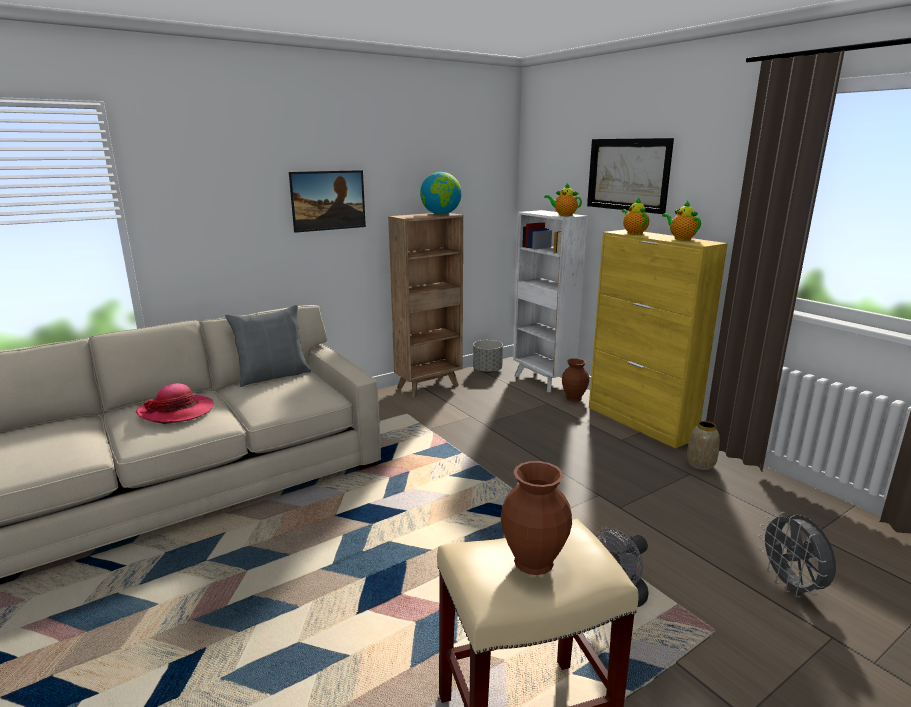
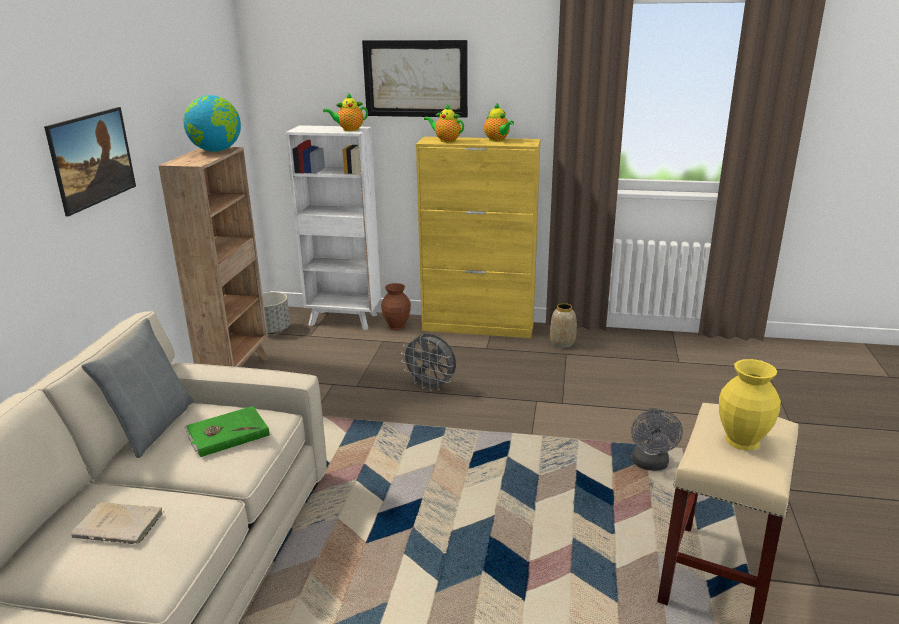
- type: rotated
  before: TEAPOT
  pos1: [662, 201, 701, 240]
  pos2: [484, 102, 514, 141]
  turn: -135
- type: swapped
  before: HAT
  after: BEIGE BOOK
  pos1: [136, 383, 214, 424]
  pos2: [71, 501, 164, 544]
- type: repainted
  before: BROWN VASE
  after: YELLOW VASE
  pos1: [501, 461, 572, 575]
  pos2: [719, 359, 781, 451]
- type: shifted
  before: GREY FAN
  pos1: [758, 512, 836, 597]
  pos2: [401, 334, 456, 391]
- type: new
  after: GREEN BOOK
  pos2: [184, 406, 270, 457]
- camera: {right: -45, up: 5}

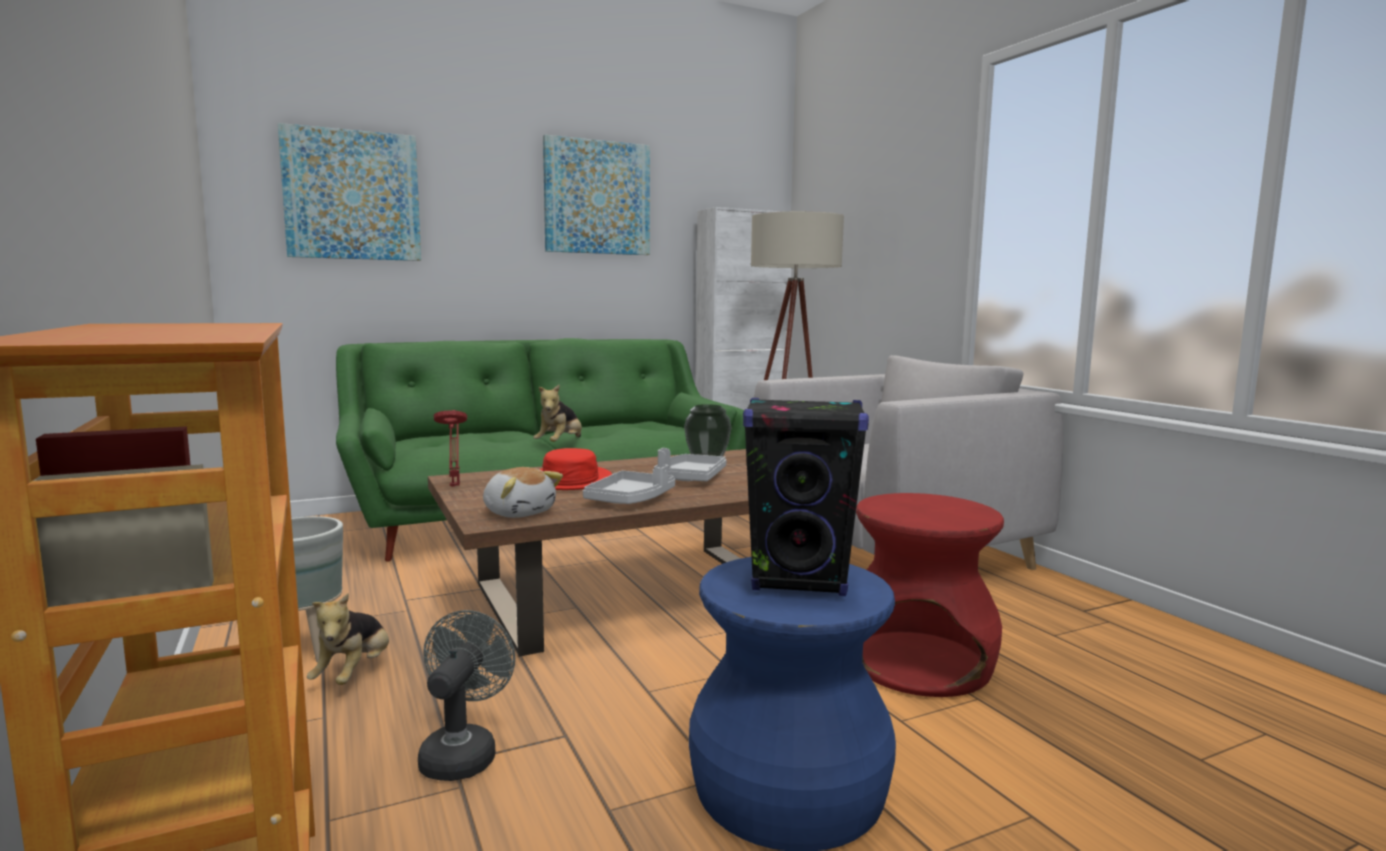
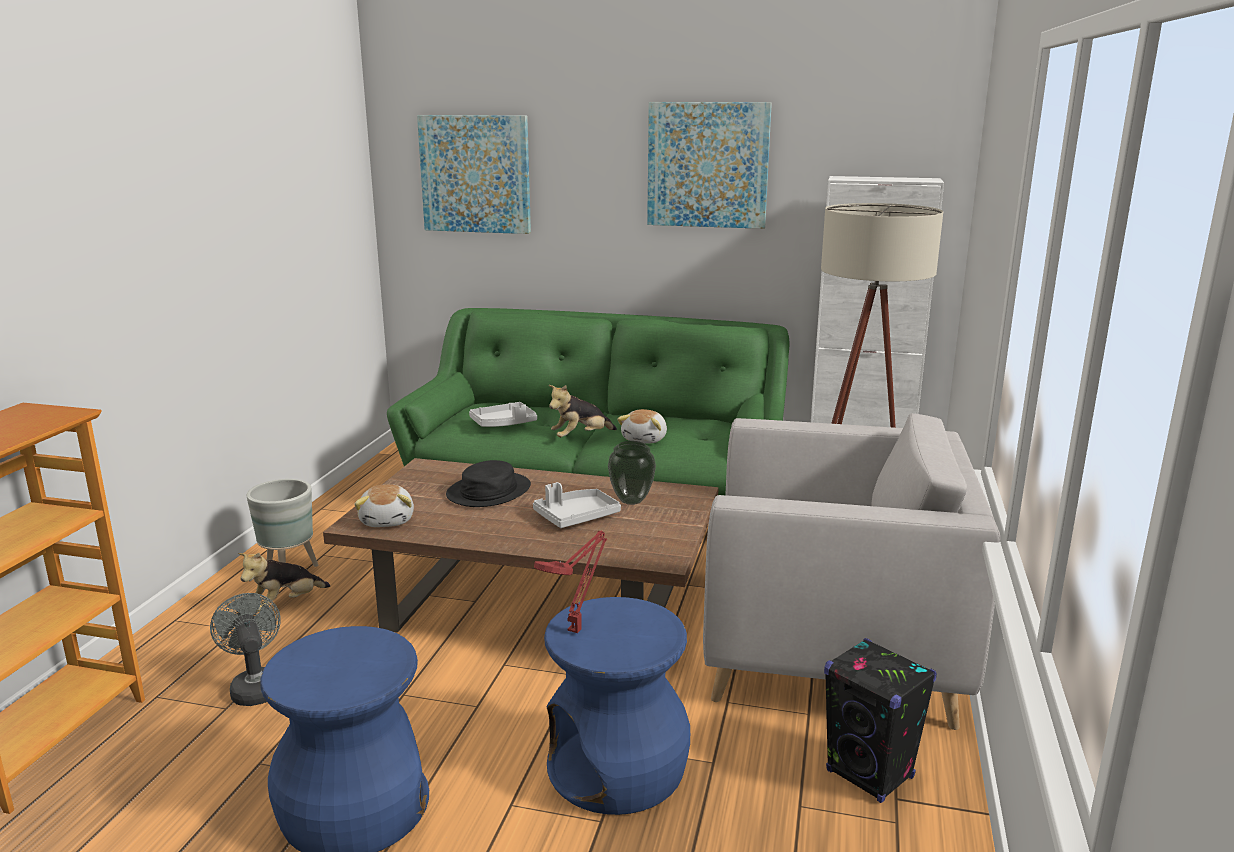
- type: shifted
  before: BLACK SPEAKER
  pos1: [743, 398, 869, 596]
  pos2: [824, 638, 937, 803]
- type: shifted
  before: RED TABLE LAMP
  pos1: [434, 410, 467, 487]
  pos2: [534, 531, 607, 633]
- type: repainted
  before: RED HAT
  after: BLACK HAT
  pos1: [539, 448, 612, 490]
  pos2: [446, 460, 531, 507]
- type: shifted
  before: GREY TRAY
  pos1: [583, 465, 675, 504]
  pos2: [469, 402, 537, 427]
- type: repainted
  before: RED STOOL
  after: BLUE STOOL
  pos1: [856, 493, 1004, 697]
  pos2: [544, 597, 690, 815]
- type: rotated
  before: GREY FAN
  pos1: [418, 610, 515, 781]
  pos2: [210, 593, 281, 706]
  turn: -75
- type: new
  after: PLUSH TOY
  pos2: [617, 409, 667, 444]
- camera: {right: 40, up: 10}

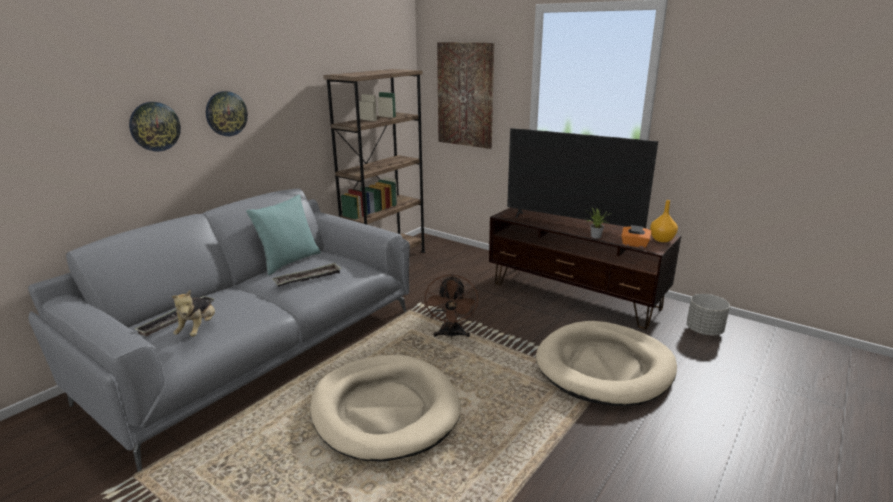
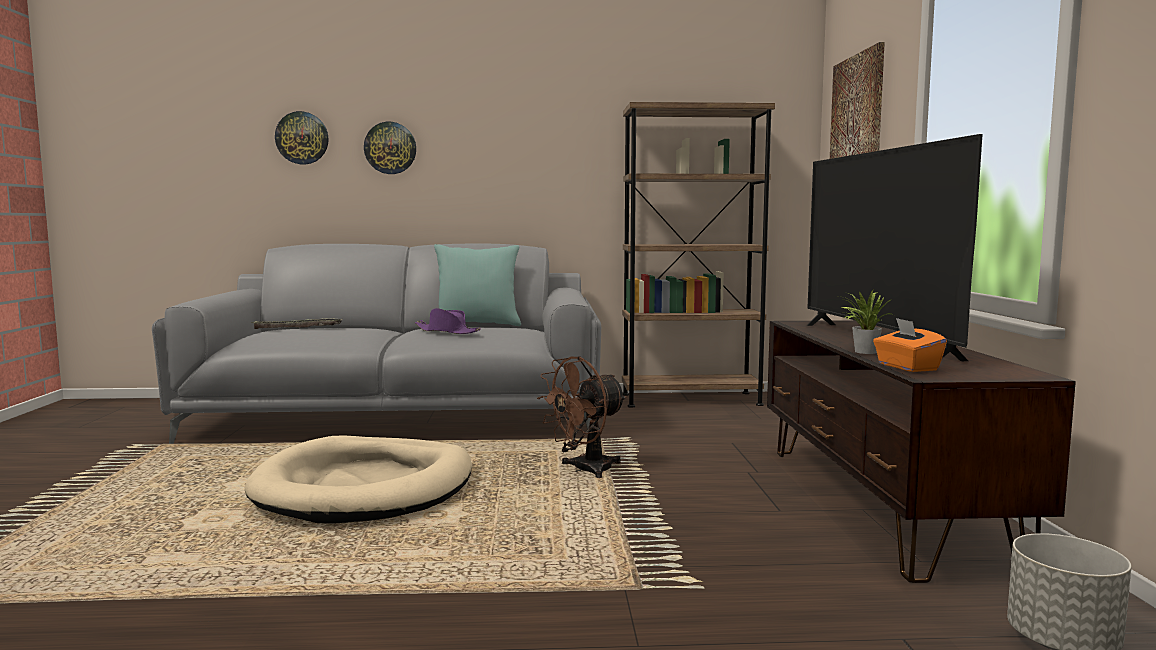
- type: shifted
  before: WALL CLOCK
  pos1: [206, 91, 248, 136]
  pos2: [275, 111, 329, 164]
- type: gone
  before: ORANGE VASE
  pos1: [650, 200, 678, 242]
- type: swapped
  before: TRAY
  after: PURPLE HAT
  pos1: [272, 263, 341, 287]
  pos2: [415, 308, 481, 334]
- type: gone
  before: PLUSH TOY
  pos1: [171, 290, 215, 336]
- type: gone
  before: BEIGE DOG BED
  pos1: [536, 321, 677, 406]
- camera: {right: 50, up: -15}

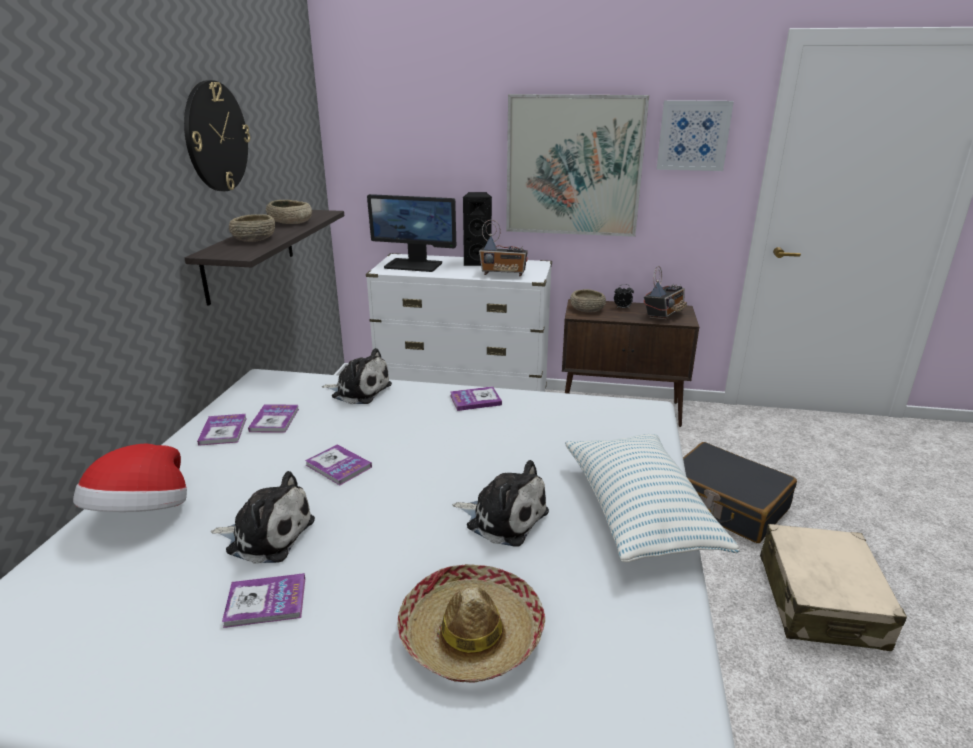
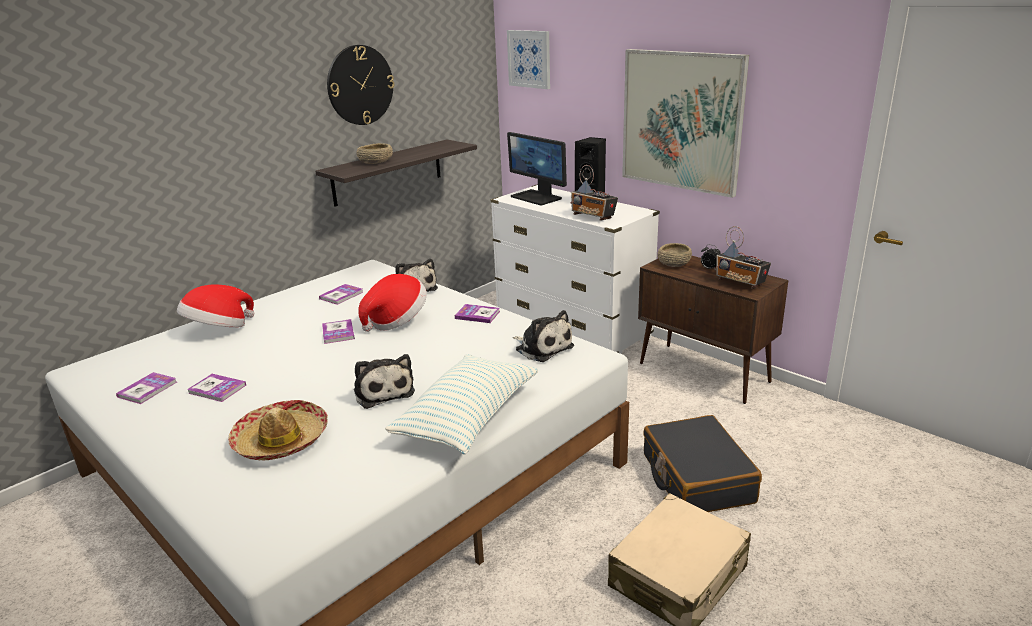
- type: shifted
  before: PICTURE
  pos1: [657, 100, 734, 171]
  pos2: [507, 30, 550, 89]
- type: gone
  before: BEIGE BOWL
  pos1: [266, 200, 312, 224]
- type: rotated
  before: RADIO
  pos1: [644, 266, 687, 320]
  pos2: [716, 226, 771, 289]
  turn: 60
- type: shifted
  before: BOOK
  pos1: [197, 414, 247, 446]
  pos2: [116, 372, 177, 404]
- type: shifted
  before: PLUSH TOY
  pos1: [211, 471, 315, 564]
  pos2: [513, 310, 574, 362]
- type: new
  after: HAT
  pos2: [358, 274, 427, 332]
- camera: {right: 35, up: 0}

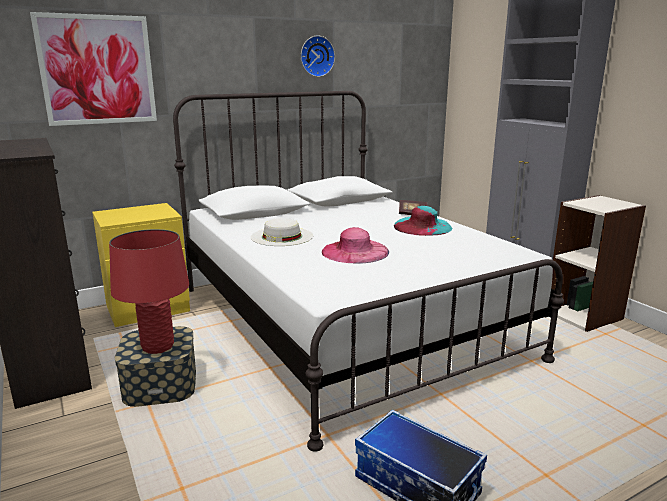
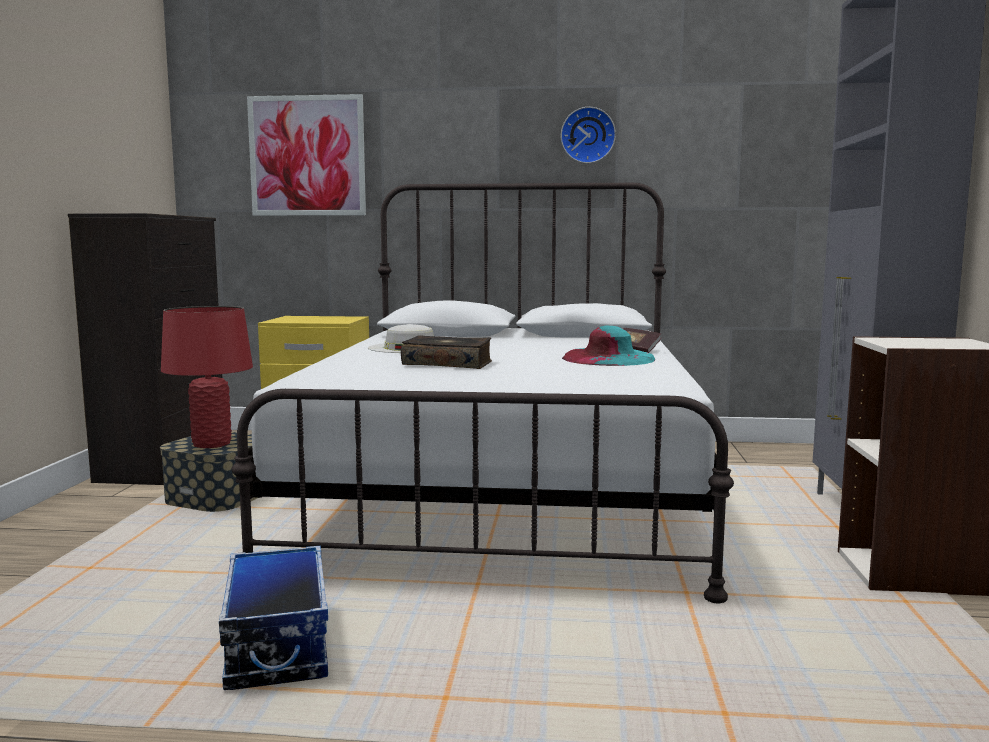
- type: swapped
  before: PINK HAT
  after: BOOK
  pos1: [322, 227, 389, 263]
  pos2: [401, 335, 492, 369]
- camera: {right: 35, up: -10}

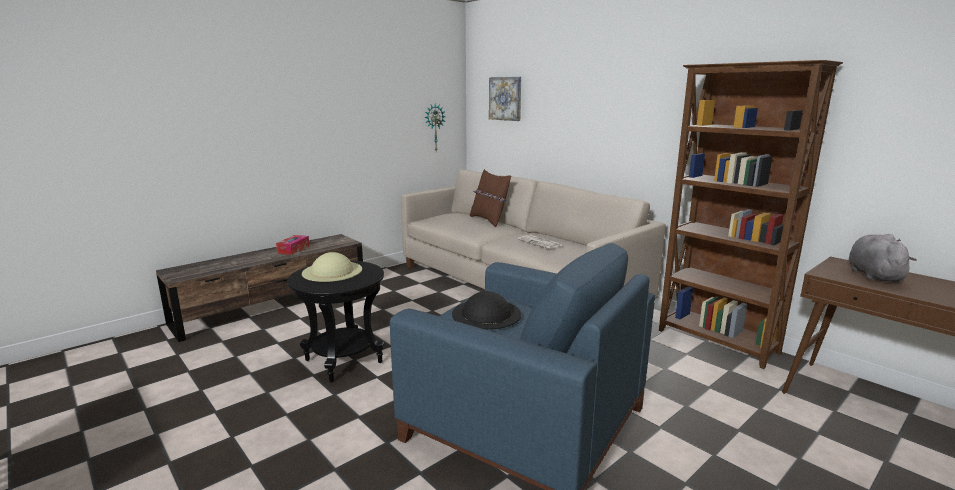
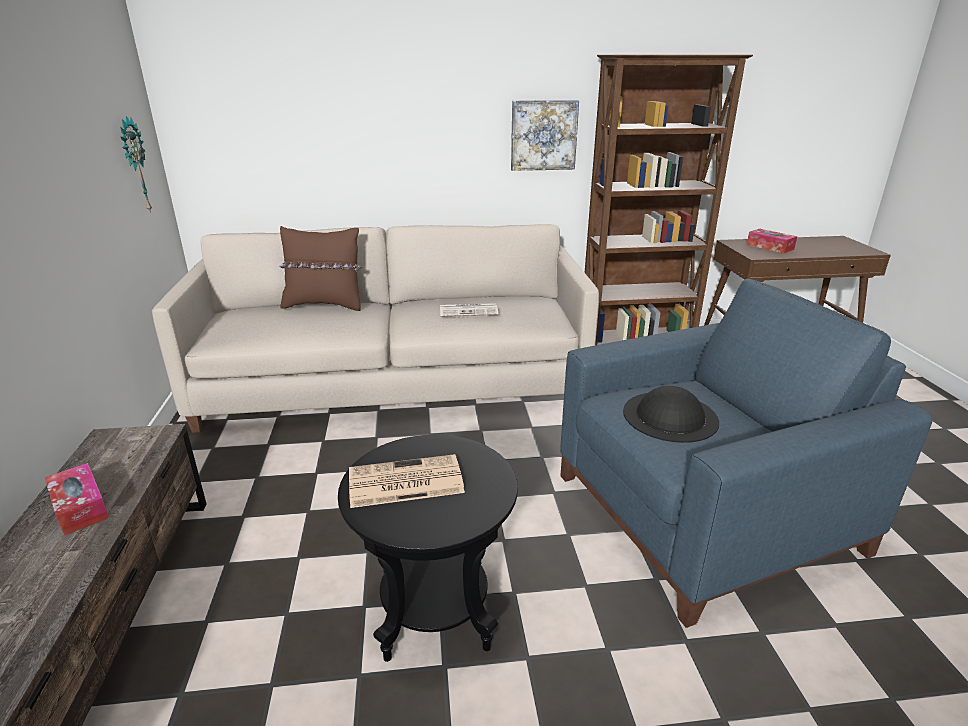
- type: shifted
  before: PICTURE
  pos1: [489, 77, 521, 121]
  pos2: [511, 100, 579, 171]
- type: swapped
  before: GREY PLUSH TOY
  after: TISSUE BOX
  pos1: [849, 234, 916, 283]
  pos2: [747, 229, 797, 253]
- type: swapped
  before: BEIGE HAT
  after: NEWSPAPER
  pos1: [302, 252, 362, 282]
  pos2: [349, 454, 465, 508]
- camera: {right: -55, up: 10}

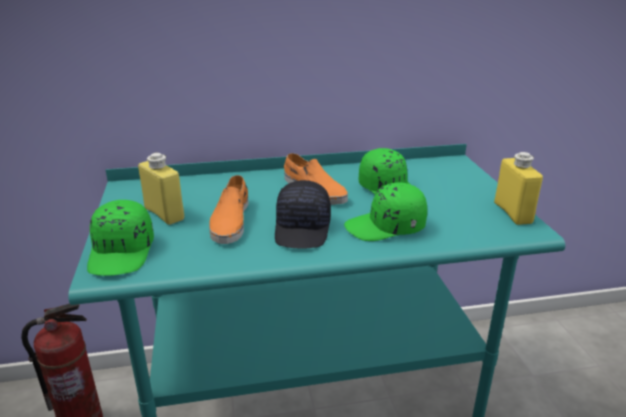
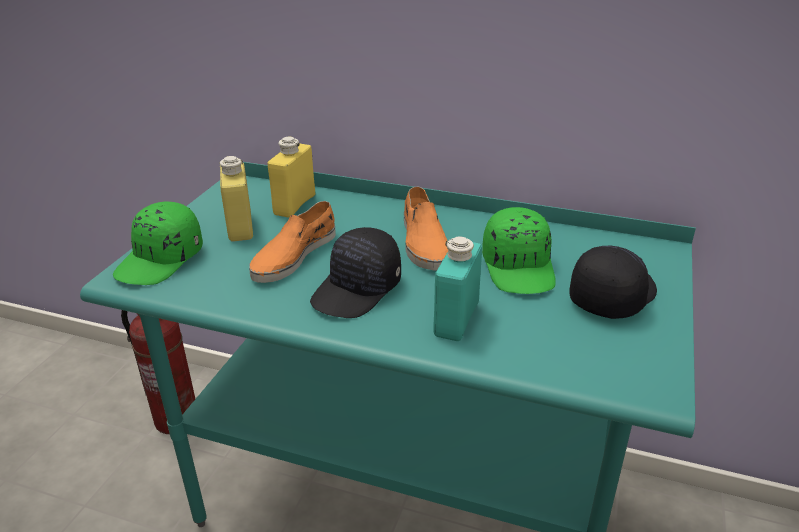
- type: shifted
  before: YELLOW BOTTLE
  pos1: [494, 152, 543, 225]
  pos2: [268, 137, 315, 218]
- type: swapped
  before: GREEN CAP
  after: TURQUOISE BOTTLE
  pos1: [344, 182, 427, 241]
  pos2: [433, 236, 482, 341]
- type: new
  after: BLACK CAP
  pos2: [569, 246, 657, 319]
- camera: {right: 30, up: 5}

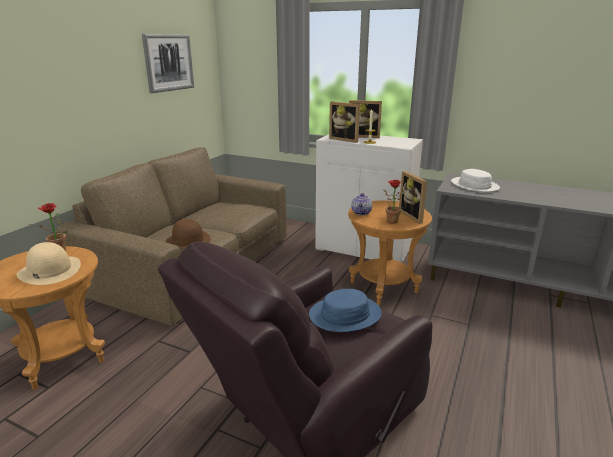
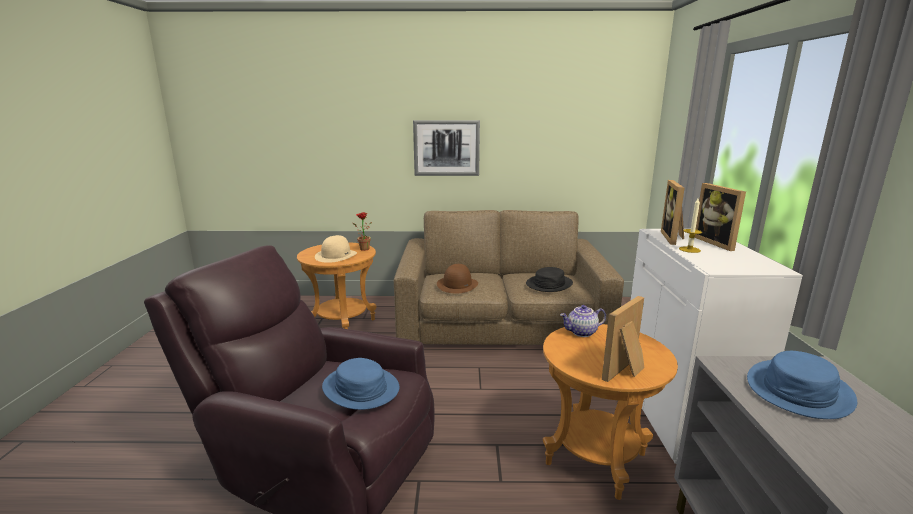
- type: shifted
  before: PICTURE
  pos1: [142, 34, 194, 93]
  pos2: [413, 120, 480, 176]
- type: repainted
  before: WHITE HAT
  after: BLUE HAT
  pos1: [451, 169, 500, 192]
  pos2: [747, 351, 857, 419]
- type: gone
  before: POTTED PLANT
  pos1: [383, 180, 405, 223]
- type: new
  after: BLACK HAT
  pos2: [526, 267, 573, 292]
- camera: {right: 65, up: -5}

